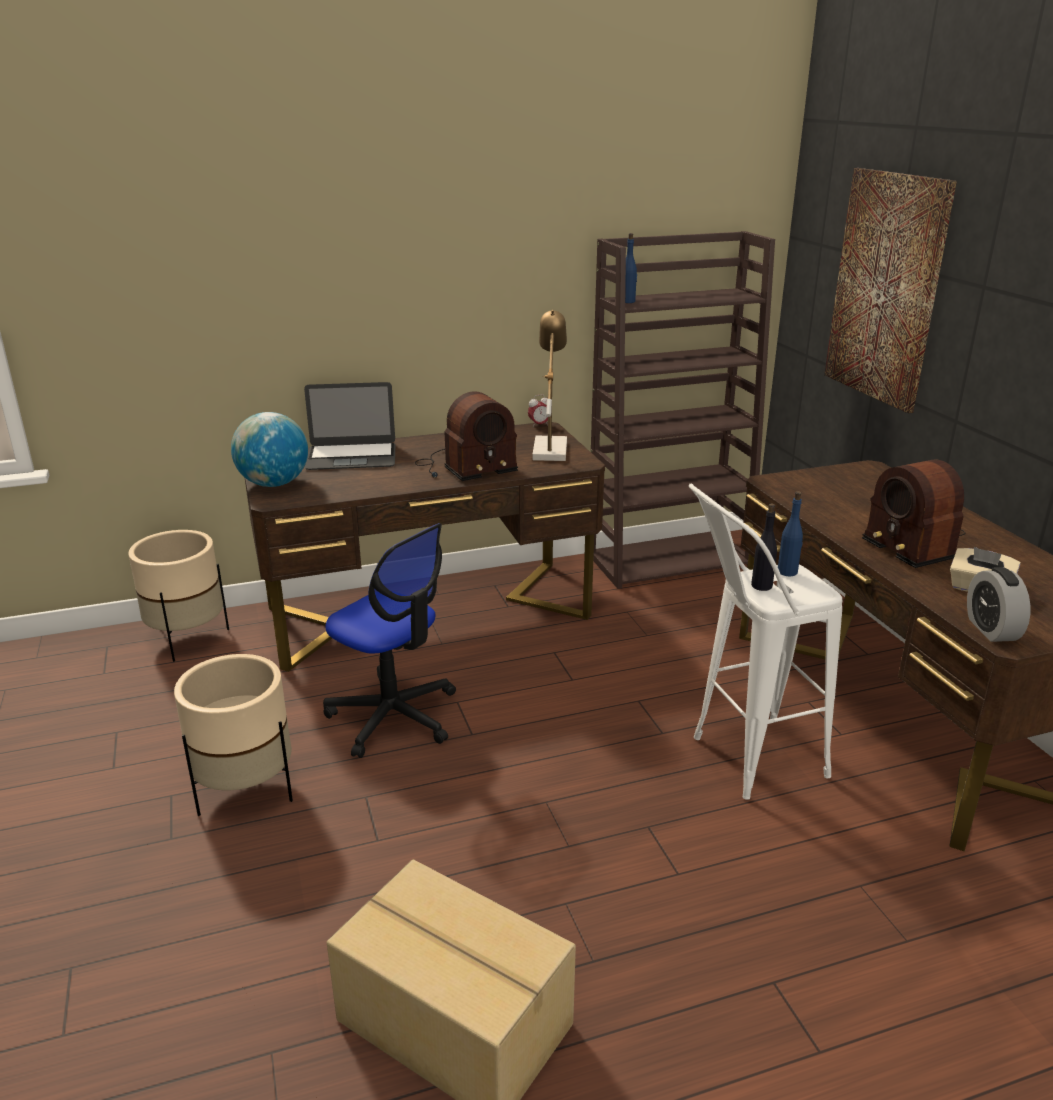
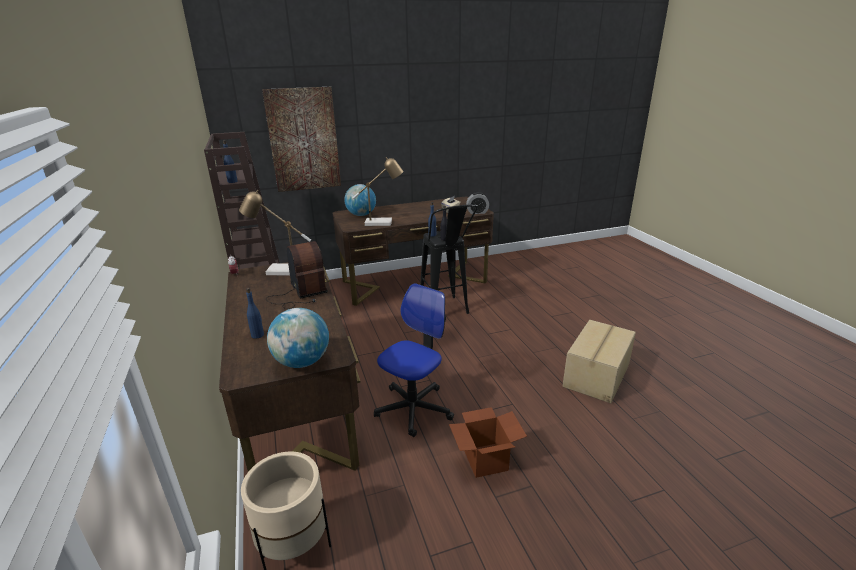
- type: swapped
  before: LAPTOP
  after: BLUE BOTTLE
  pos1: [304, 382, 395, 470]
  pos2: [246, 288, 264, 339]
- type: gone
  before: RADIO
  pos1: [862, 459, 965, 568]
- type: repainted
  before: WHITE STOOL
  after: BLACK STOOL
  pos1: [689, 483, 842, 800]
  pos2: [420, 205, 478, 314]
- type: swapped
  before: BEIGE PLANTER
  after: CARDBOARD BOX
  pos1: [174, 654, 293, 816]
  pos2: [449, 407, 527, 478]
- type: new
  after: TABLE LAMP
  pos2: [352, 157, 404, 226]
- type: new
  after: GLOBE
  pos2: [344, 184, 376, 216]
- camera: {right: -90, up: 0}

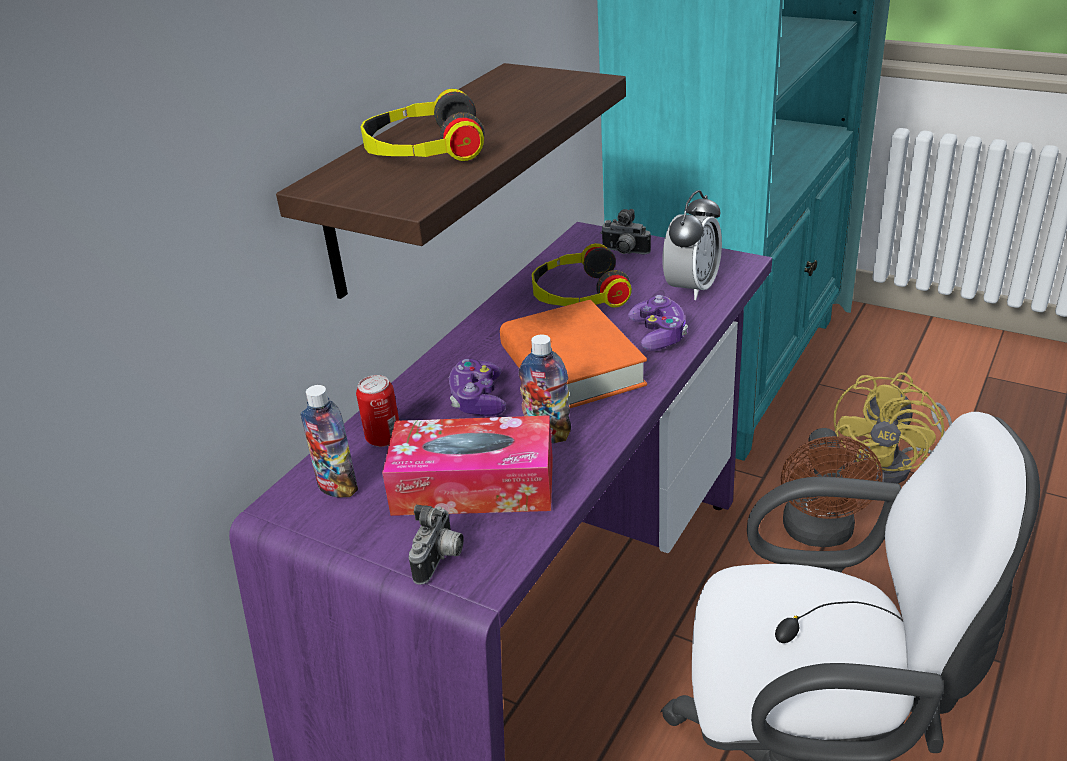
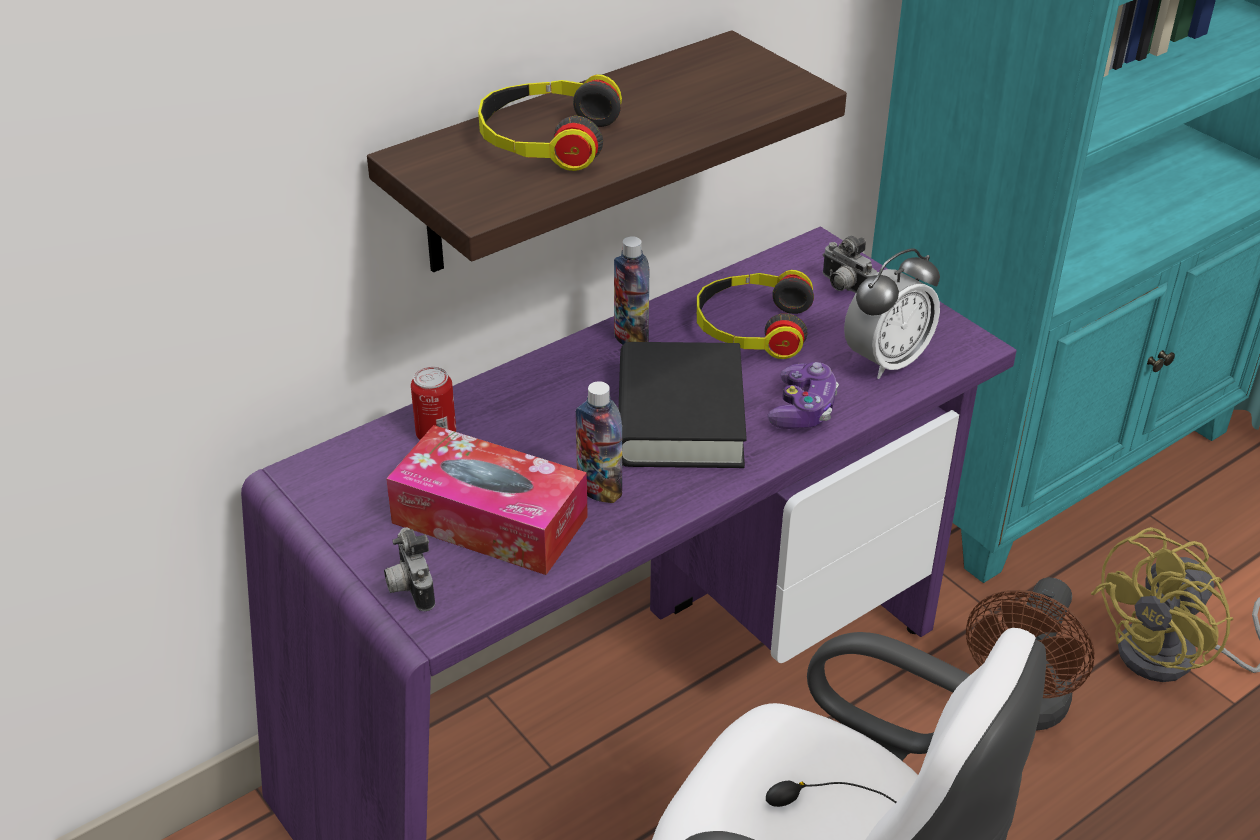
- type: repainted
  before: ORANGE BOOK
  after: BLACK BOOK
  pos1: [500, 300, 647, 408]
  pos2: [619, 342, 747, 468]
- type: gone
  before: GAME CONTROLLER
  pos1: [449, 359, 506, 416]
- type: shifted
  before: BOTTLE
  pos1: [301, 385, 358, 498]
  pos2: [614, 236, 650, 345]
- type: rotated
  before: PHOTO CAMERA
  pos1: [409, 505, 464, 585]
  pos2: [384, 528, 435, 611]
  turn: 120
- camera: {right: 20, up: 5}

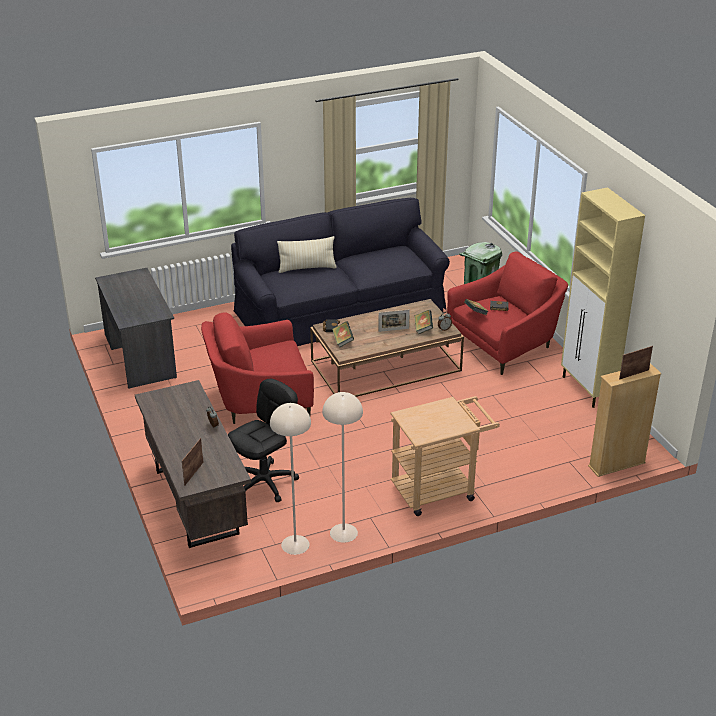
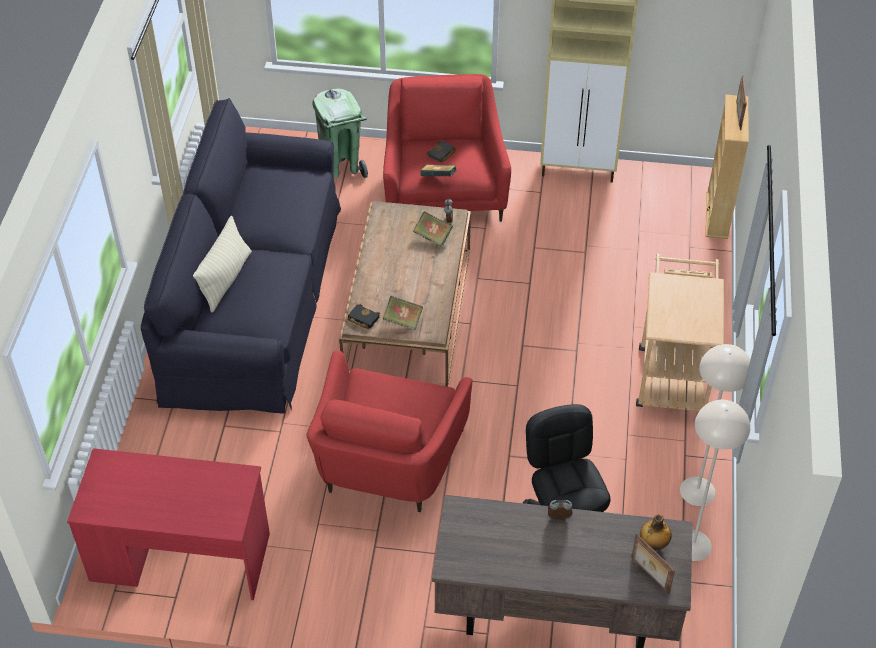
- type: repainted
  before: GREY DESK
  after: RED DESK
  pos1: [95, 268, 177, 389]
  pos2: [67, 448, 270, 600]
- type: gone
  before: PICTURE FRAME
  pos1: [378, 309, 410, 332]
- type: new
  after: BOTTLE
  pos2: [640, 514, 672, 550]
- camera: {right: -60, up: 15}

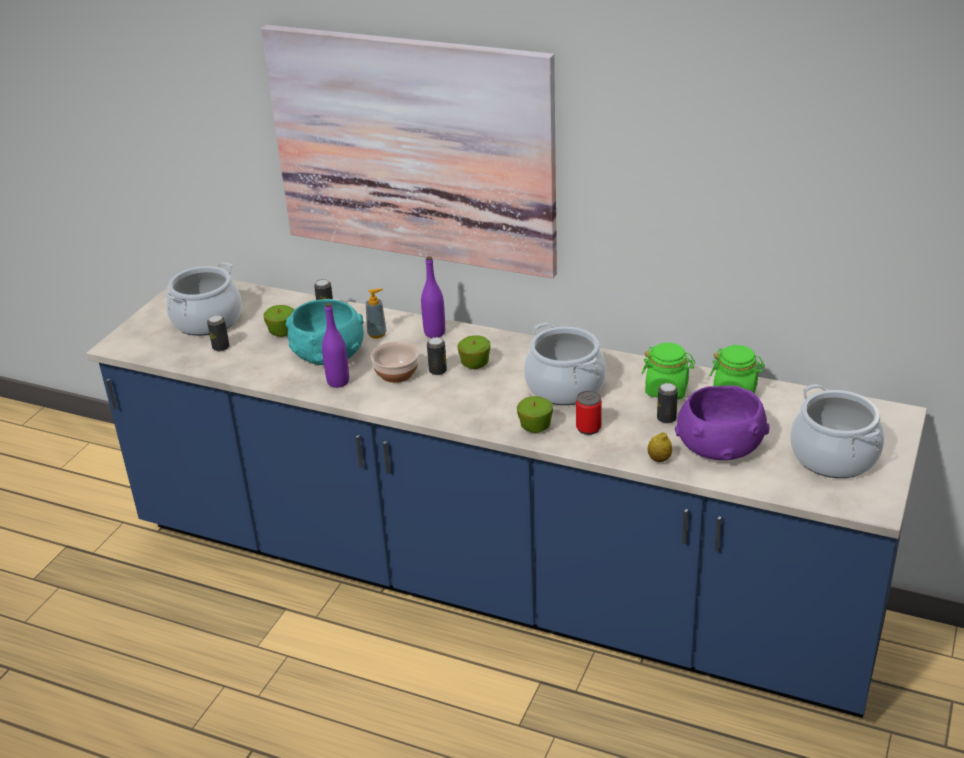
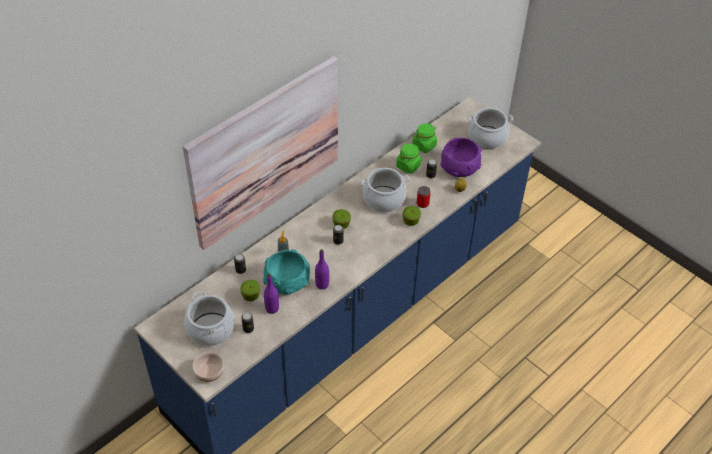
- type: shifted
  before: PURPLE BOTTLE
  pos1: [421, 256, 445, 338]
  pos2: [264, 274, 279, 314]
- type: shifted
  before: BOWL
  pos1: [371, 341, 419, 383]
  pos2: [192, 352, 224, 382]
- camera: {right: -70, up: 15}

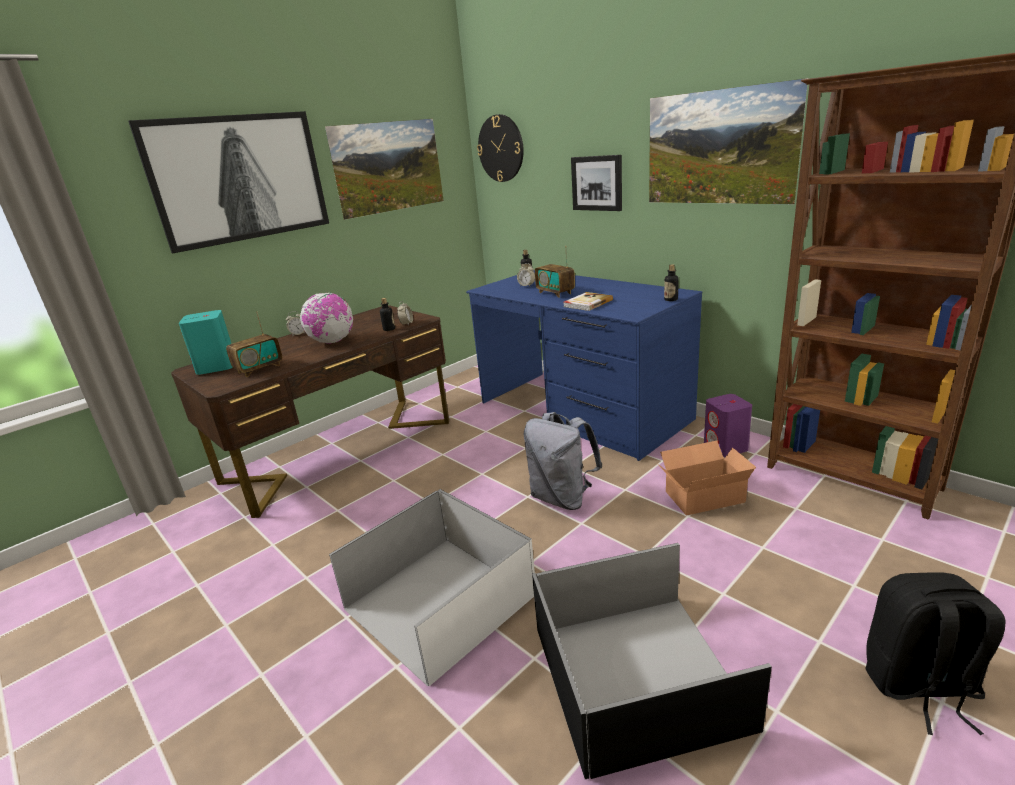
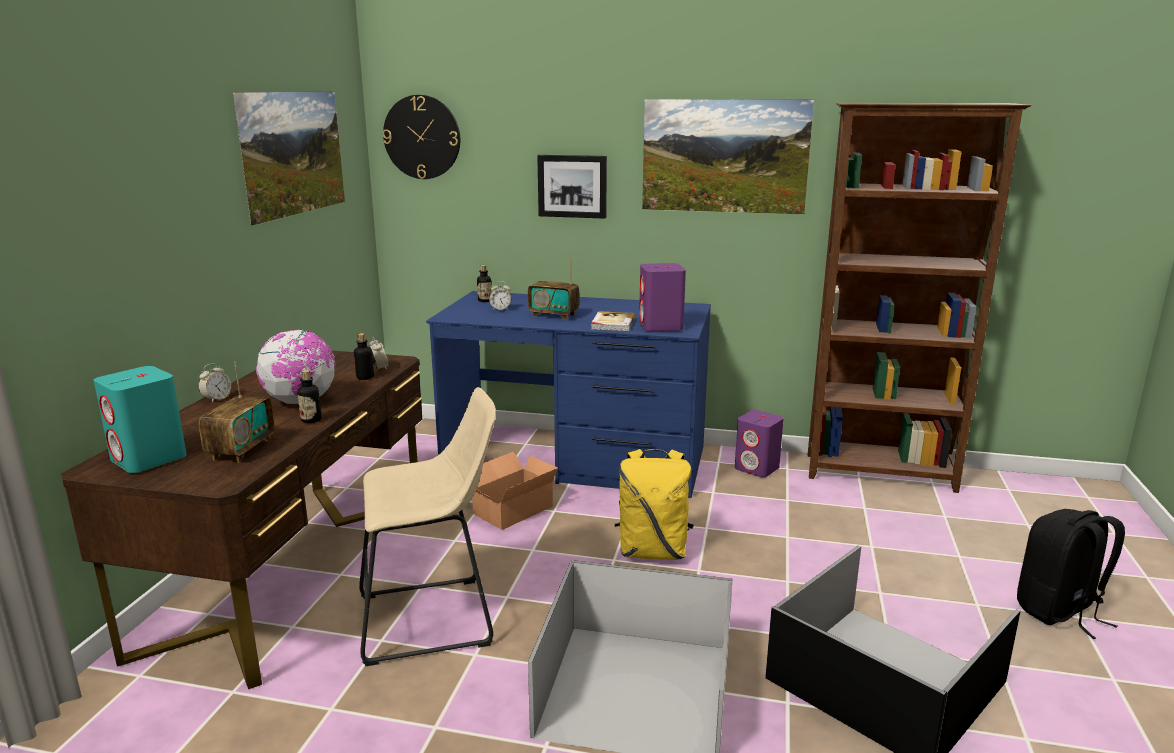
- type: gone
  before: PICTURE
  pos1: [128, 111, 329, 253]
- type: shifted
  before: BOTTLE
  pos1: [664, 264, 679, 301]
  pos2: [297, 370, 322, 423]
- type: repainted
  before: GREY BACKPACK
  after: YELLOW BACKPACK
  pos1: [524, 412, 602, 510]
  pos2: [615, 449, 694, 560]
- type: shifted
  before: CARDBOARD BOX
  pos1: [658, 441, 756, 516]
  pos2: [472, 451, 558, 530]
- type: new
  after: PURPLE SPEAKER
  pos2: [639, 263, 686, 332]
- type: new
  after: BEIGE STOOL
  pos2: [359, 387, 496, 666]
- camera: {right: -35, up: -5}

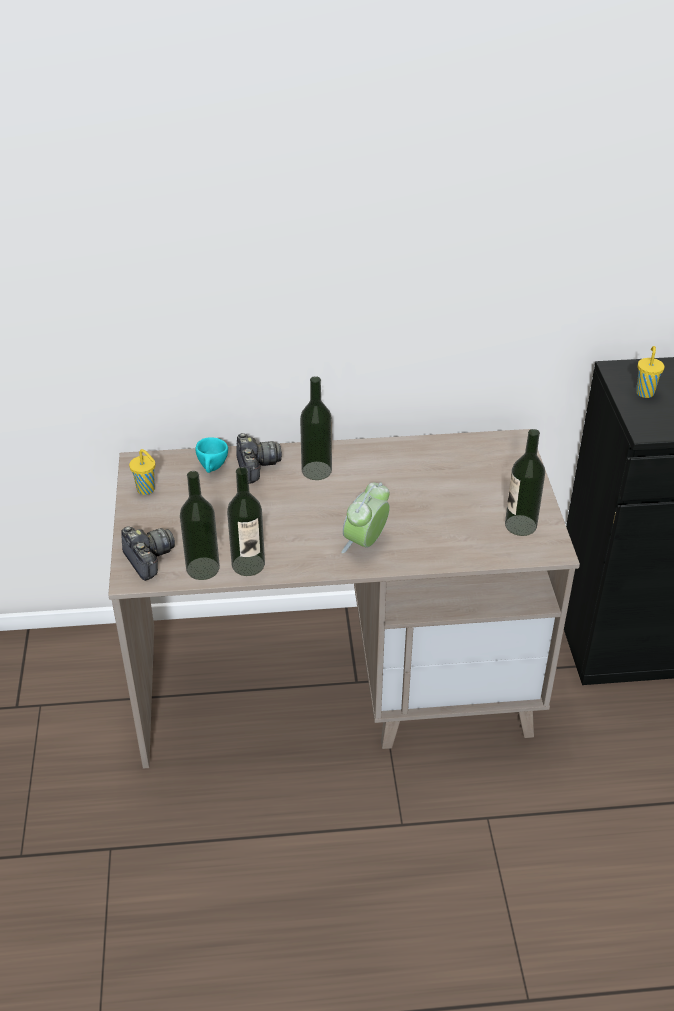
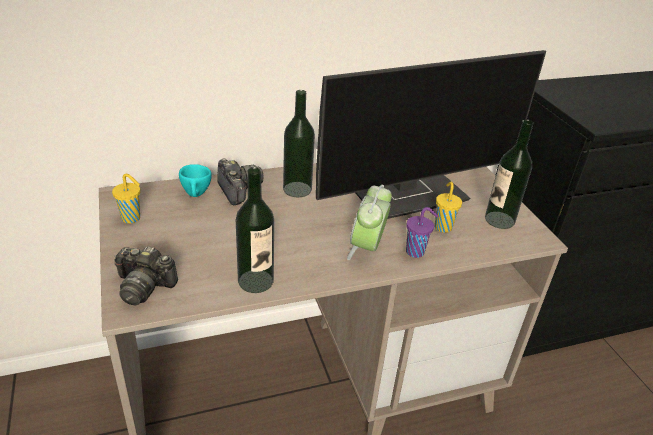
- type: shifted
  before: YELLOW CUP
  pos1: [636, 346, 664, 398]
  pos2: [435, 182, 462, 233]
- type: gone
  before: BOTTLE
  pos1: [180, 471, 220, 580]
- type: rotated
  before: PHOTO CAMERA
  pos1: [121, 526, 175, 581]
  pos2: [115, 246, 178, 305]
  turn: 150
- type: new
  after: MONITOR
  pos2: [316, 50, 546, 219]
- type: new
  after: PURPLE CUP
  pos2: [406, 207, 438, 258]
- camera: {right: -15, up: -5}

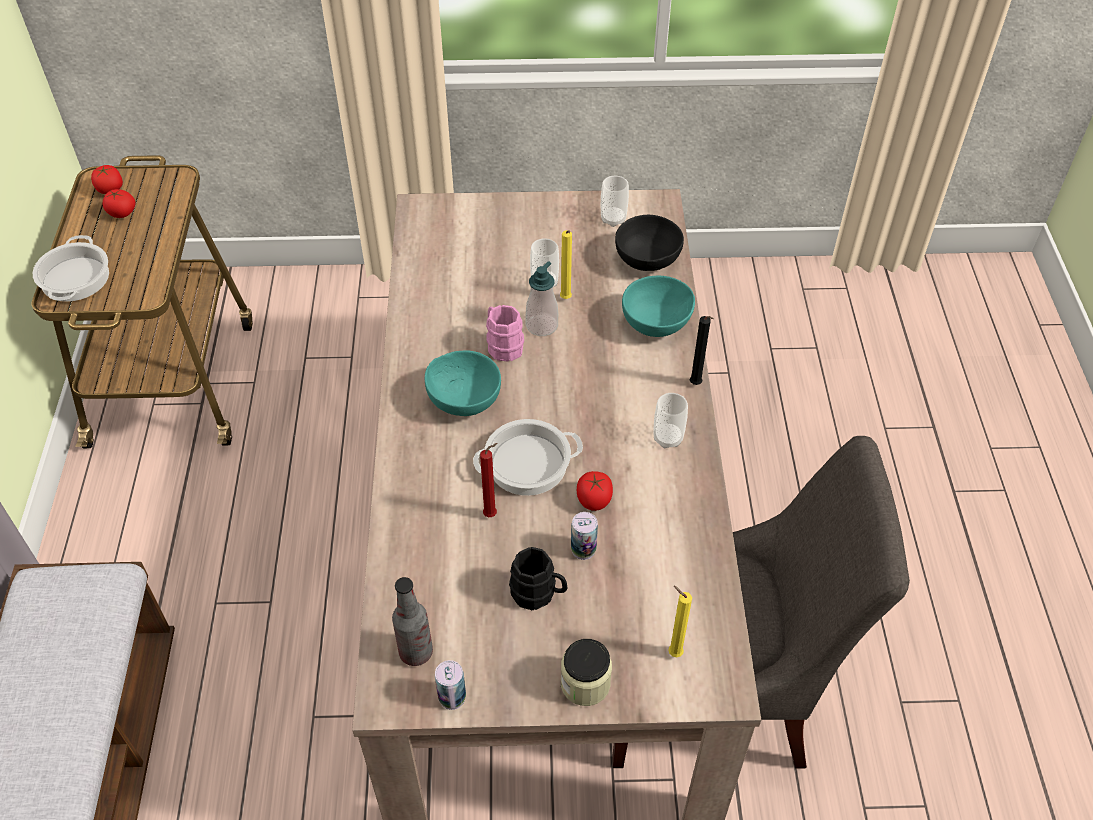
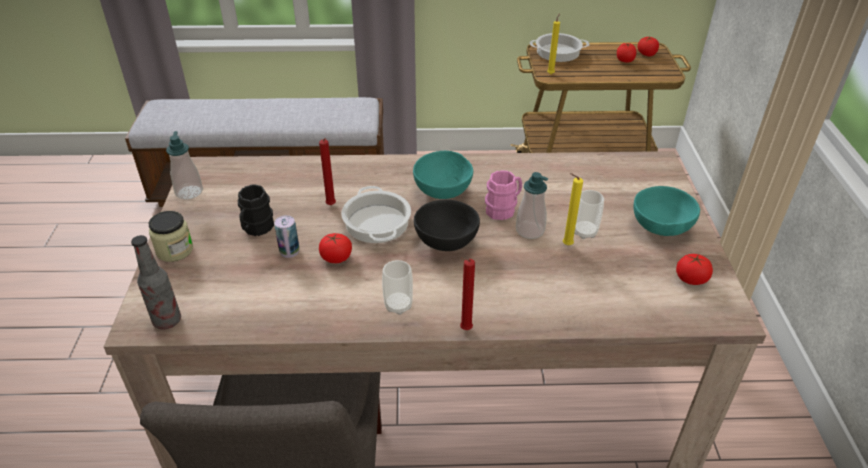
- type: swapped
  before: CUP
  after: TOMATO
  pos1: [601, 176, 629, 227]
  pos2: [676, 254, 713, 285]
- type: shifted
  before: BLACK BOWL
  pos1: [615, 215, 684, 271]
  pos2: [414, 199, 480, 251]
- type: shifted
  before: TURQUOISE BOWL
  pos1: [622, 276, 695, 337]
  pos2: [633, 186, 700, 236]
- type: repainted
  before: BLACK CANDLE
  after: RED CANDLE
  pos1: [690, 316, 714, 385]
  pos2: [460, 258, 475, 330]
- type: shifted
  before: BOTTLE
  pos1: [392, 577, 433, 666]
  pos2: [131, 235, 181, 330]
- type: shifted
  before: YELLOW CANDLE
  pos1: [668, 585, 692, 658]
  pos2: [547, 14, 560, 74]
- type: swapped
  before: CAN
  after: SOAP DISPENSER
  pos1: [435, 660, 466, 710]
  pos2: [166, 131, 203, 199]
- camera: {right: 90, up: -10}

